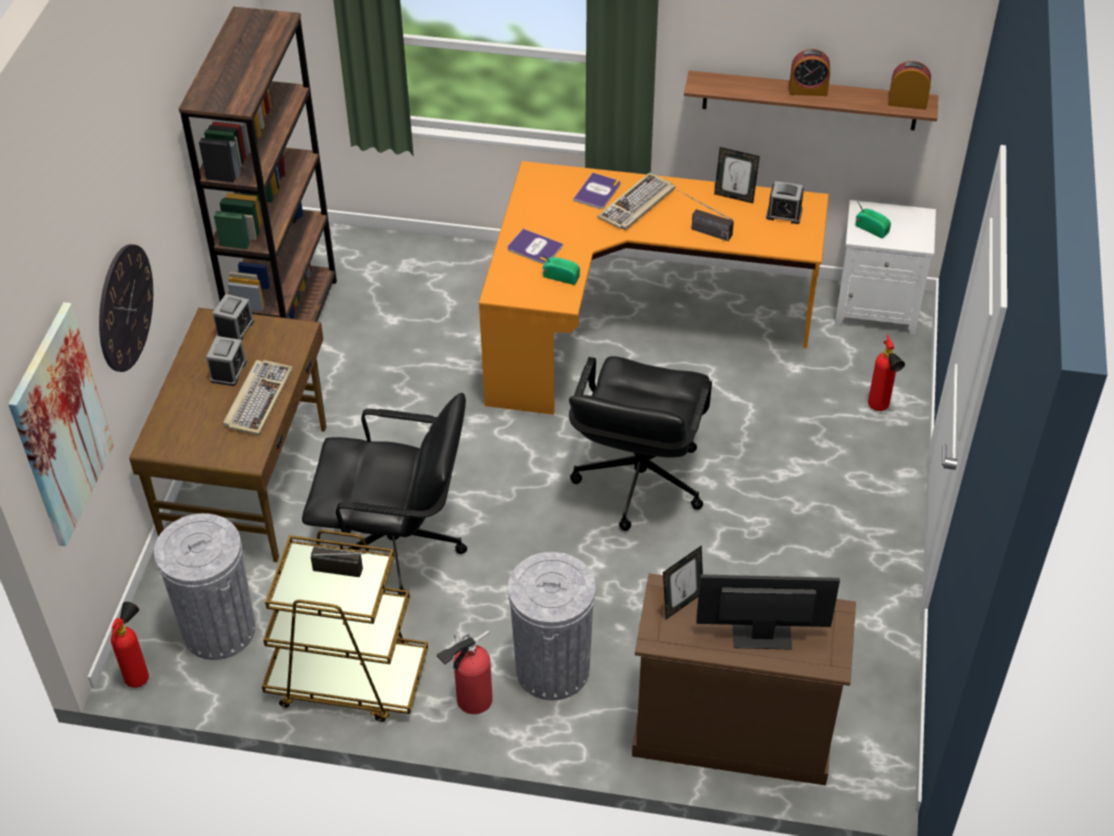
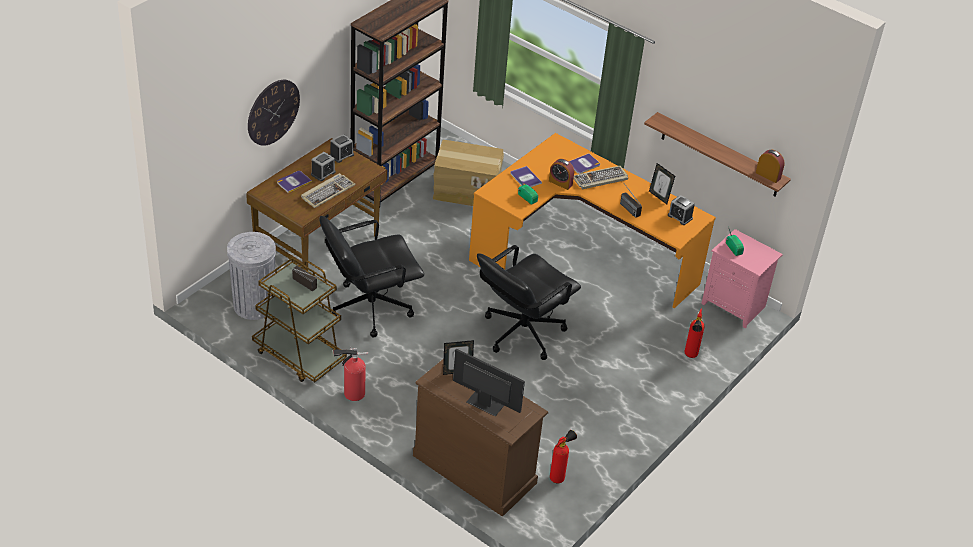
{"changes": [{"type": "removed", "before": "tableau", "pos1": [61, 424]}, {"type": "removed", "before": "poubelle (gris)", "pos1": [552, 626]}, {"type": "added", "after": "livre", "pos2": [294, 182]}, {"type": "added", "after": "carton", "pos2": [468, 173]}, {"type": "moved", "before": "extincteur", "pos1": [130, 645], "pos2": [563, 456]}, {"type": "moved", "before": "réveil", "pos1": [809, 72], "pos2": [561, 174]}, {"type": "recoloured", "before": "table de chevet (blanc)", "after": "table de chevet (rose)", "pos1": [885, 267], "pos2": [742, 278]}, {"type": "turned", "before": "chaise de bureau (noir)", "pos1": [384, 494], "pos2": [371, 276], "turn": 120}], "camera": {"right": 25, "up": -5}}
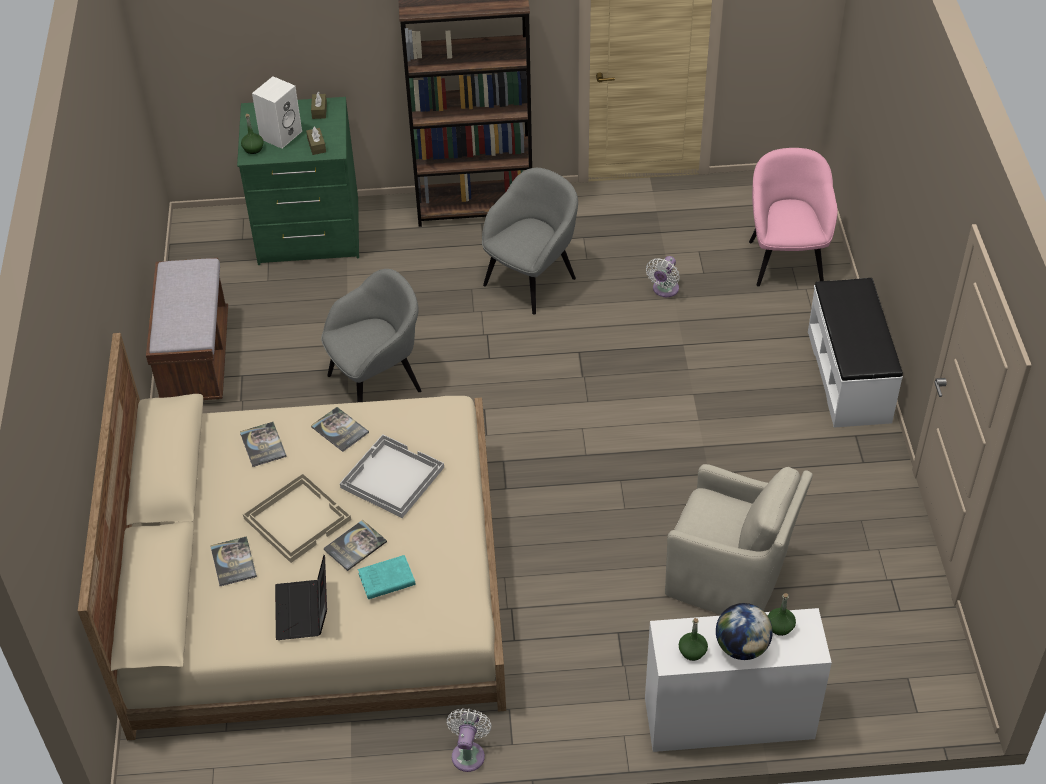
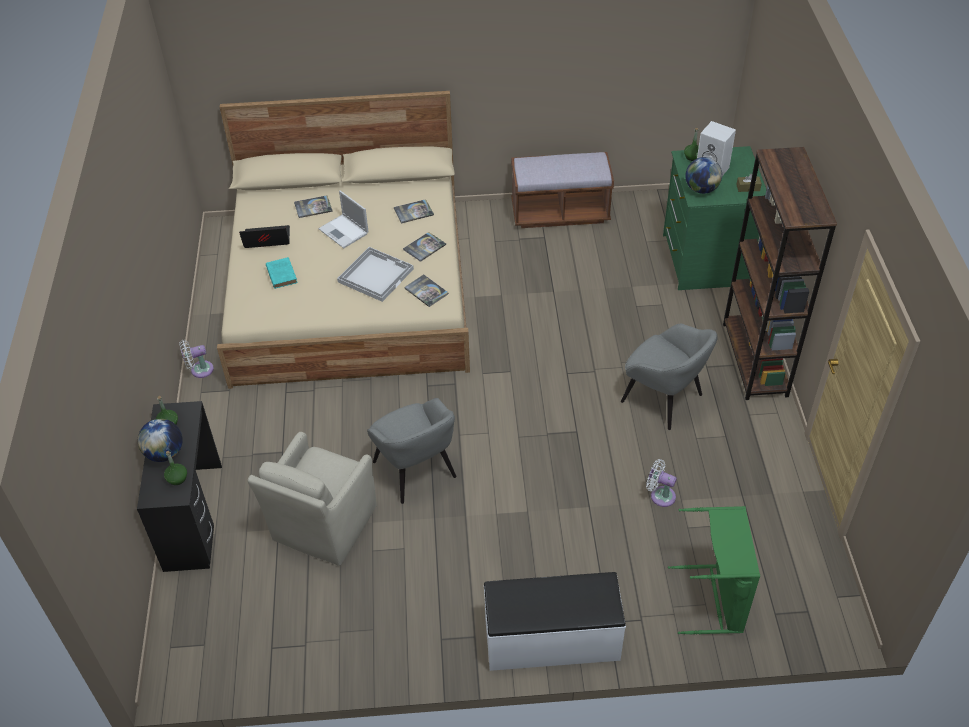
{"changes": [{"type": "moved", "before": "fauteuil (gris)", "pos1": [371, 335], "pos2": [411, 451]}, {"type": "moved", "before": "livre", "pos1": [355, 545], "pos2": [426, 290]}, {"type": "replaced", "before": "plateau (beige)", "after": "ordinateur portable", "pos1": [297, 518], "pos2": [343, 219]}, {"type": "replaced", "before": "boîte à mouchoirs (marron)", "after": "globe", "pos1": [316, 141], "pos2": [703, 175]}, {"type": "replaced", "before": "fauteuil (rose)", "after": "panier à linge (vert)", "pos1": [793, 217], "pos2": [714, 570]}, {"type": "recoloured", "before": "bureau (blanc)", "after": "bureau (noir)", "pos1": [738, 680], "pos2": [179, 486]}, {"type": "turned", "before": "ventilateur (blanc)", "pos1": [469, 740], "pos2": [196, 359], "turn": 150}], "camera": {"right": 90, "up": 0}}
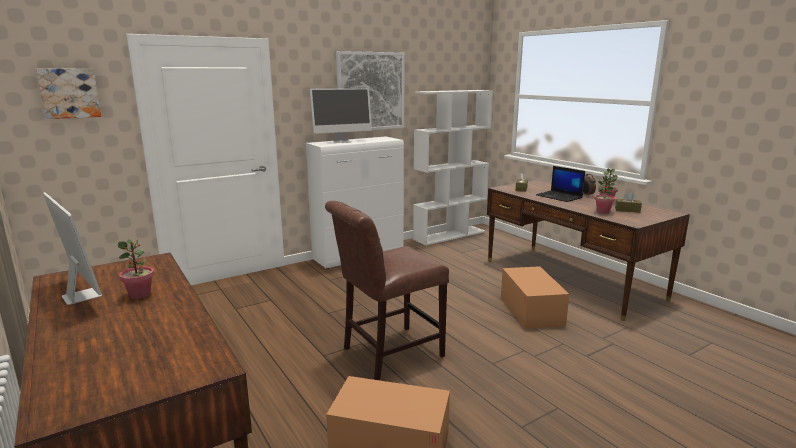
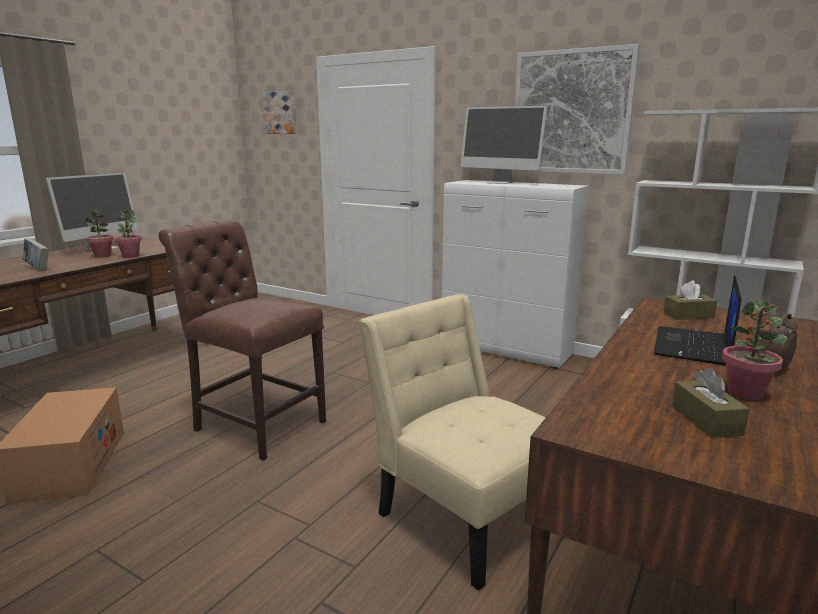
{"changes": [{"type": "added", "after": "livre", "pos2": [36, 254]}, {"type": "moved", "before": "plante en pot", "pos1": [605, 194], "pos2": [128, 234]}, {"type": "replaced", "before": "carton", "after": "chaise (beige)", "pos1": [535, 297], "pos2": [452, 442]}], "camera": {"right": 65, "up": 0}}
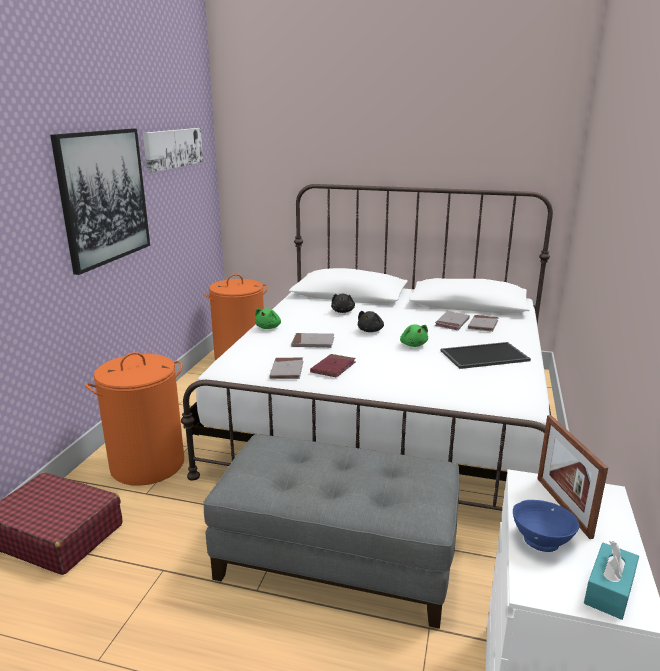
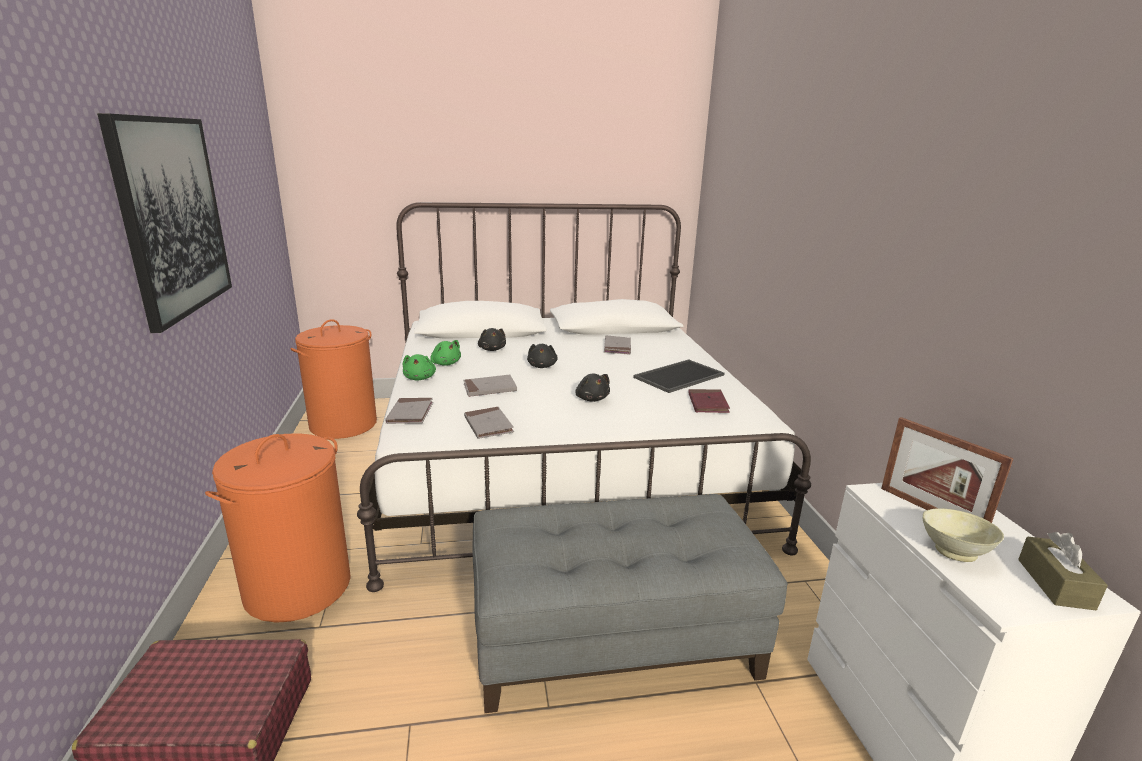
{"changes": [{"type": "removed", "before": "tableau", "pos1": [173, 150]}, {"type": "added", "after": "peluche (noir)", "pos2": [592, 388]}, {"type": "moved", "before": "livre (rouge)", "pos1": [333, 365], "pos2": [709, 401]}, {"type": "moved", "before": "peluche (vert)", "pos1": [414, 335], "pos2": [445, 353]}, {"type": "moved", "before": "livre (gris)", "pos1": [483, 323], "pos2": [409, 411]}, {"type": "recoloured", "before": "bol (bleu)", "after": "bol (beige)", "pos1": [546, 526], "pos2": [963, 535]}, {"type": "recoloured", "before": "boîte à mouchoirs (turquoise)", "after": "boîte à mouchoirs (marron)", "pos1": [611, 580], "pos2": [1063, 571]}], "camera": {"right": -25, "up": 0}}
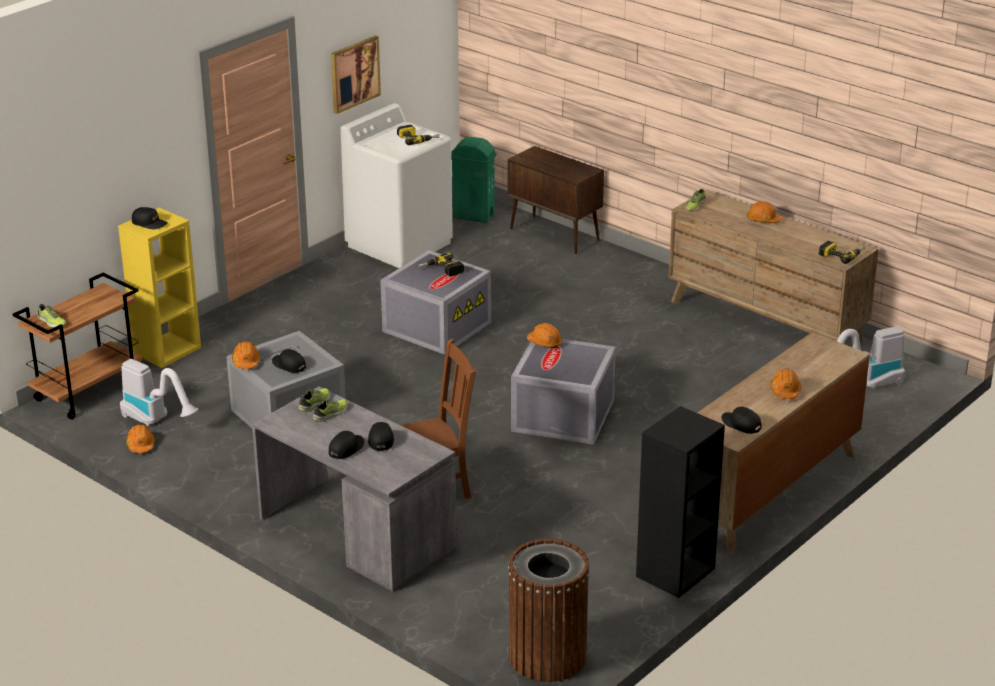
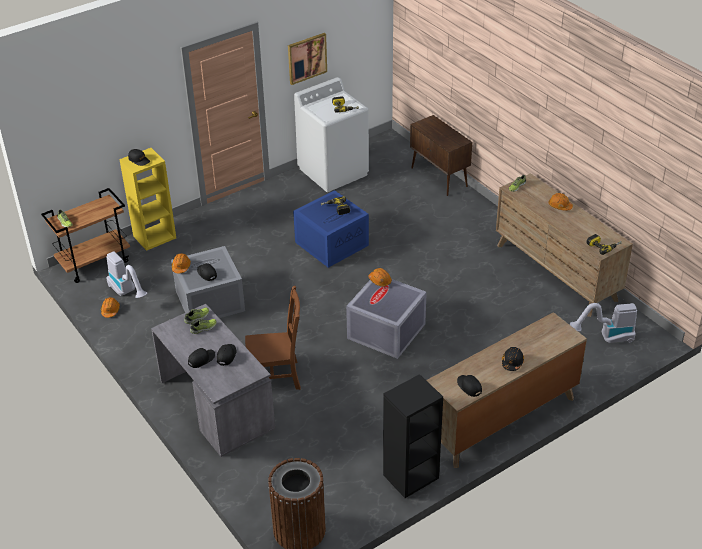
{"changes": [{"type": "removed", "before": "poubelle (vert)", "pos1": [473, 180]}, {"type": "recoloured", "before": "boîte de rangement (gris)", "after": "boîte de rangement (bleu)", "pos1": [435, 302], "pos2": [331, 229]}, {"type": "recoloured", "before": "casque de chantier (orange)", "after": "casque de chantier (noir)", "pos1": [785, 383], "pos2": [513, 359]}], "camera": {"right": 15, "up": 10}}
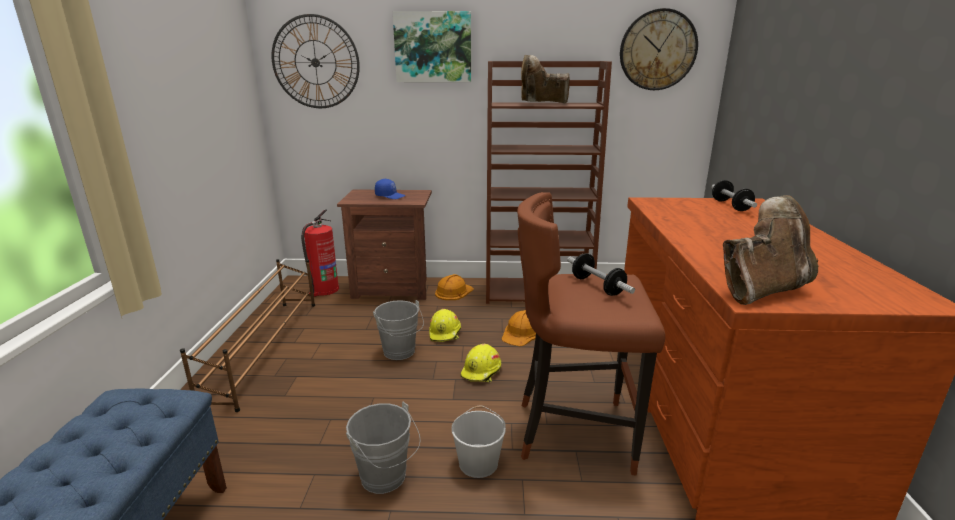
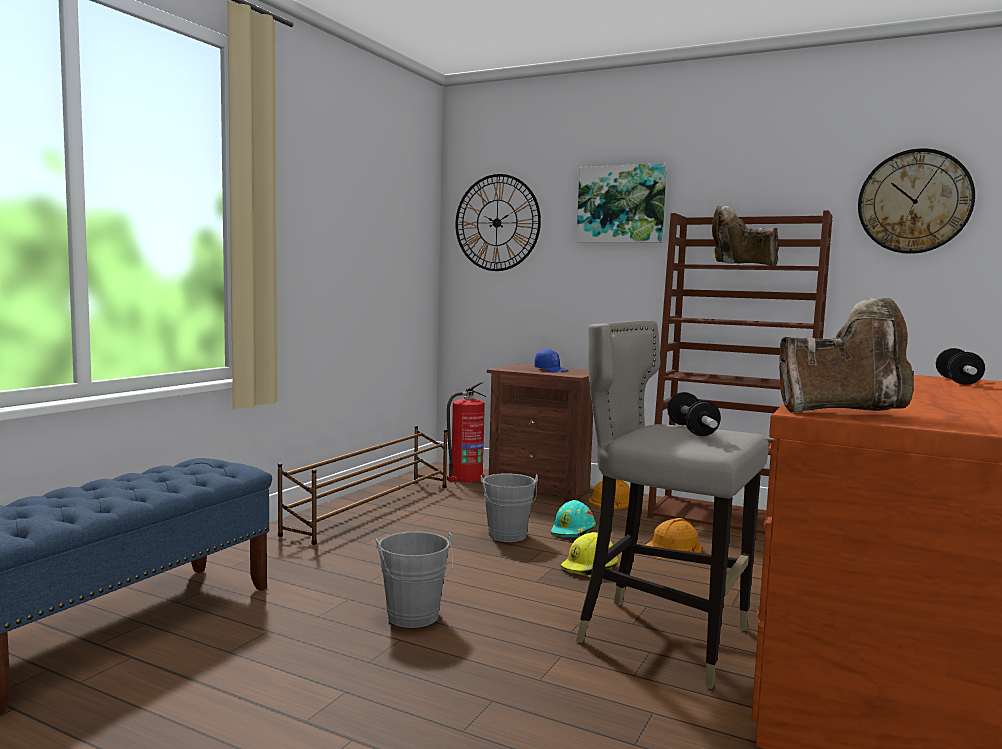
{"changes": [{"type": "removed", "before": "seau (blanc)", "pos1": [478, 441]}, {"type": "recoloured", "before": "casque de chantier (jaune)", "after": "casque de chantier (turquoise)", "pos1": [445, 325], "pos2": [573, 519]}, {"type": "recoloured", "before": "tabouret (marron)", "after": "tabouret (gris)", "pos1": [591, 333], "pos2": [672, 504]}], "camera": {"right": 25, "up": -15}}
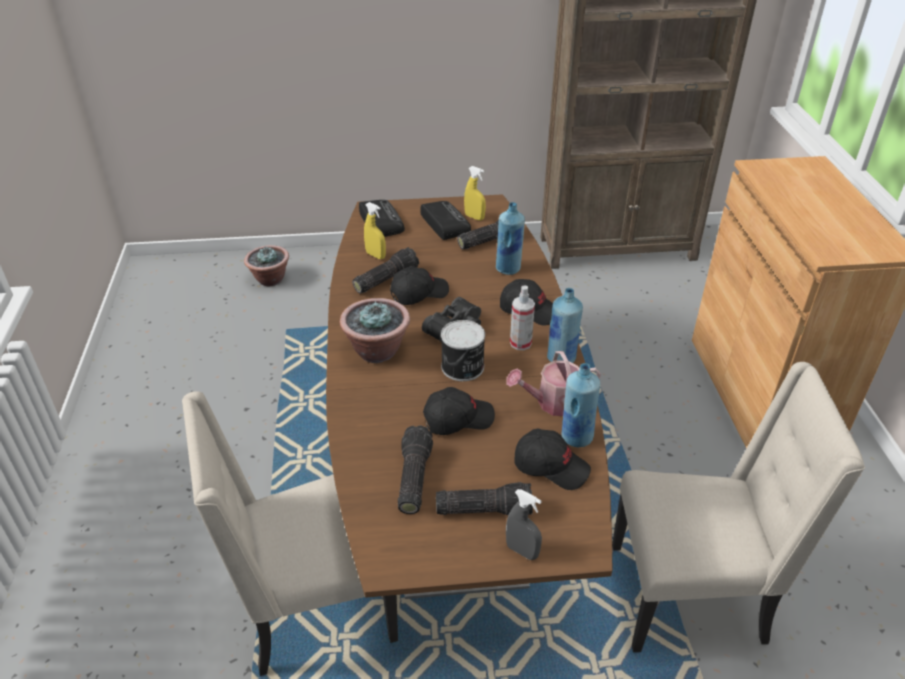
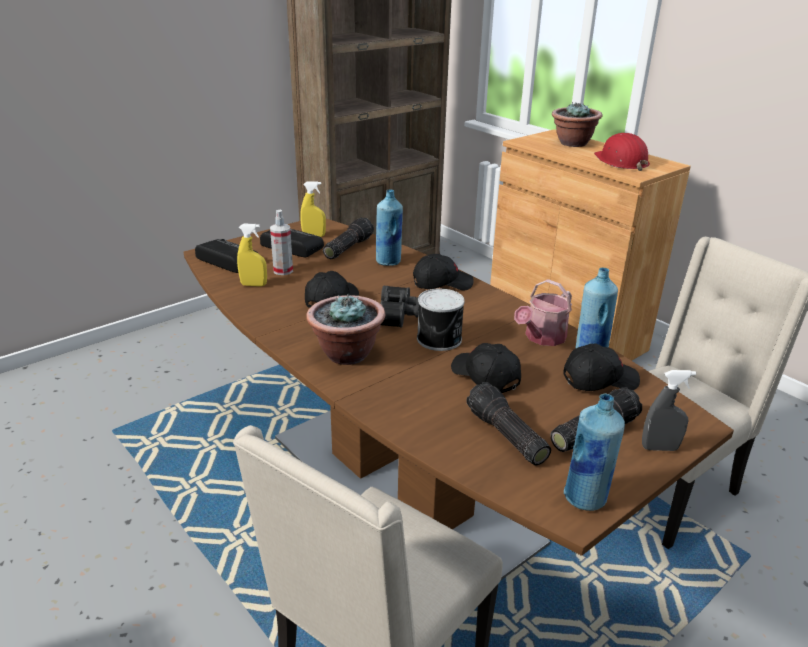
{"changes": [{"type": "removed", "before": "lampe de poche", "pos1": [385, 270]}, {"type": "added", "after": "casque de chantier (rouge)", "pos2": [622, 152]}, {"type": "moved", "before": "plante en pot", "pos1": [266, 265], "pos2": [577, 124]}, {"type": "moved", "before": "vaporisateur", "pos1": [522, 318], "pos2": [281, 242]}, {"type": "moved", "before": "bouteille (bleu)", "pos1": [565, 325], "pos2": [594, 452]}, {"type": "turned", "before": "casquette (noir)", "pos1": [459, 411], "pos2": [486, 368], "turn": -75}], "camera": {"right": -35, "up": -10}}
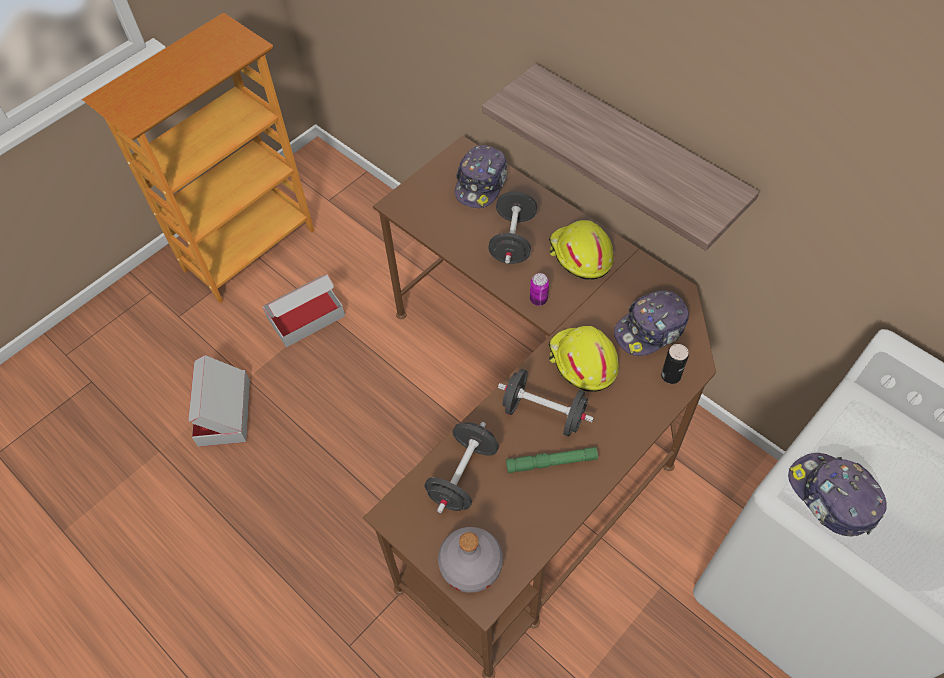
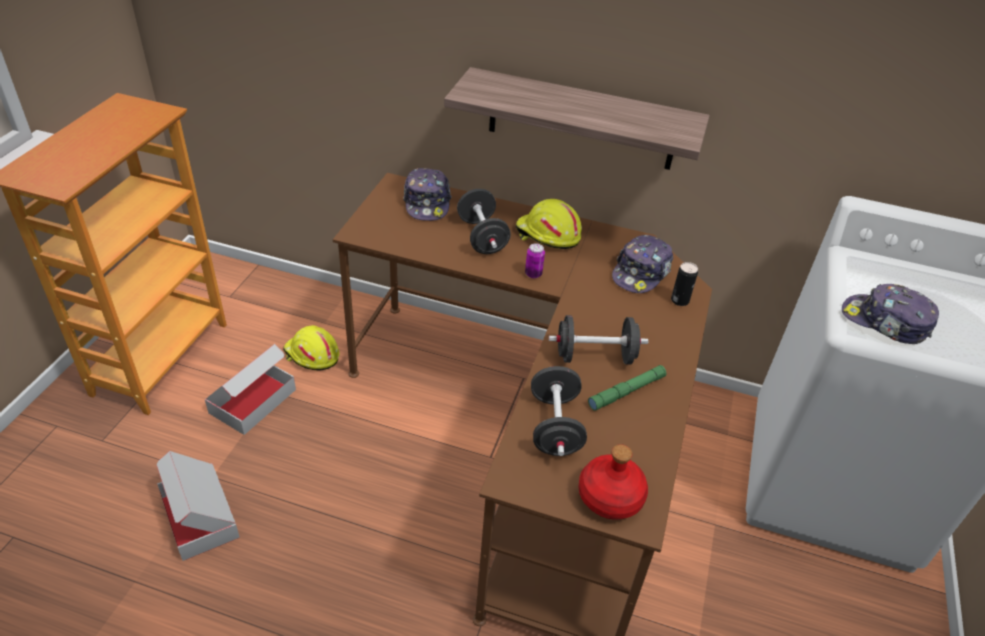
{"changes": [{"type": "moved", "before": "casque de chantier (jaune)", "pos1": [583, 359], "pos2": [311, 348]}, {"type": "recoloured", "before": "bouteille (gris)", "after": "bouteille (rouge)", "pos1": [470, 560], "pos2": [613, 481]}], "camera": {"right": -30, "up": -15}}
